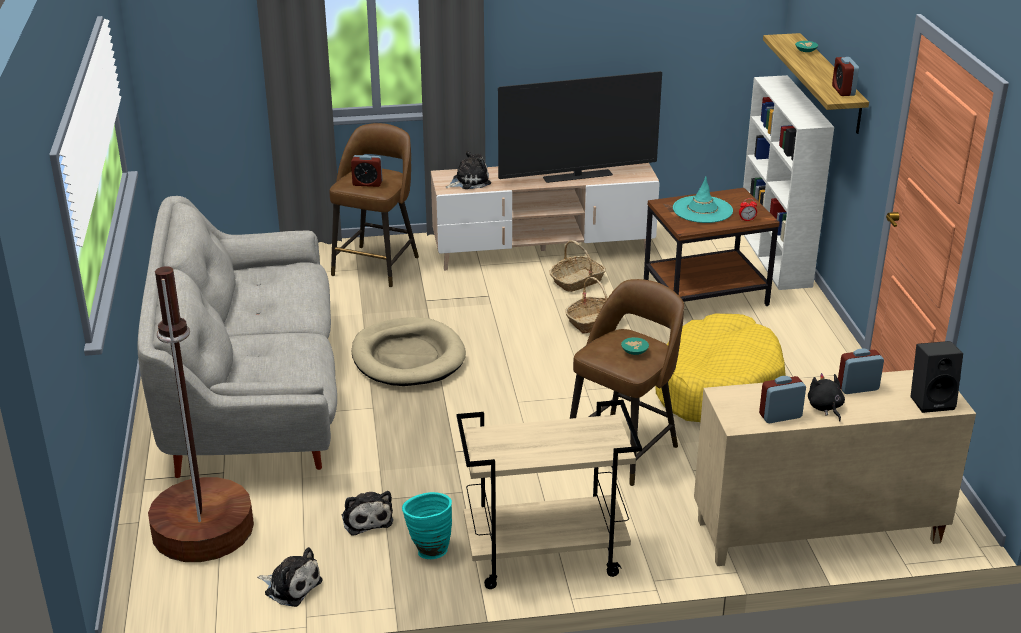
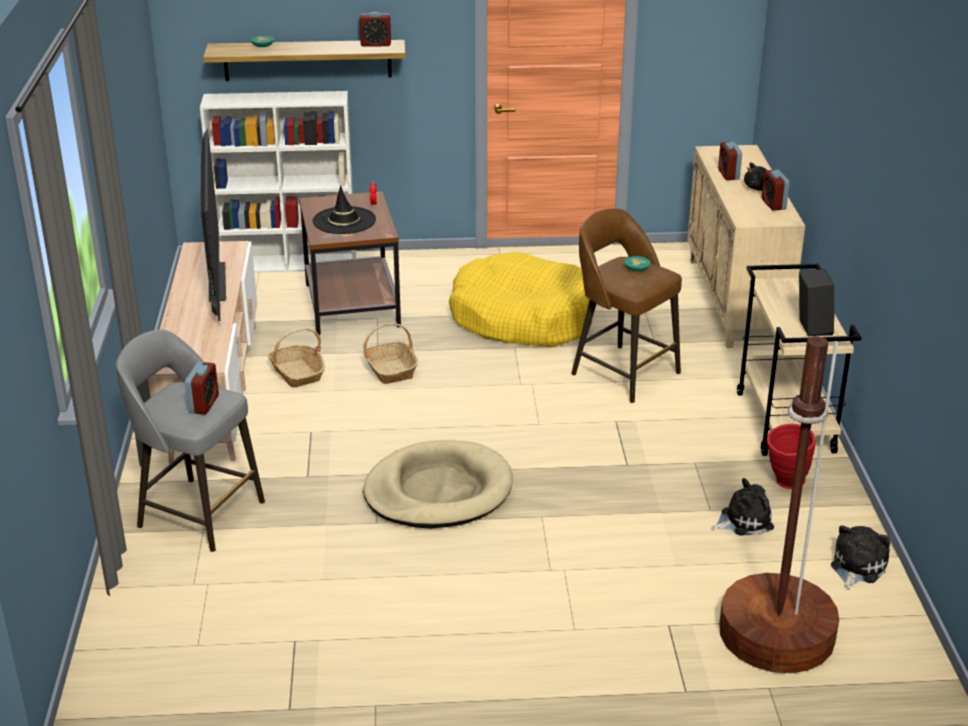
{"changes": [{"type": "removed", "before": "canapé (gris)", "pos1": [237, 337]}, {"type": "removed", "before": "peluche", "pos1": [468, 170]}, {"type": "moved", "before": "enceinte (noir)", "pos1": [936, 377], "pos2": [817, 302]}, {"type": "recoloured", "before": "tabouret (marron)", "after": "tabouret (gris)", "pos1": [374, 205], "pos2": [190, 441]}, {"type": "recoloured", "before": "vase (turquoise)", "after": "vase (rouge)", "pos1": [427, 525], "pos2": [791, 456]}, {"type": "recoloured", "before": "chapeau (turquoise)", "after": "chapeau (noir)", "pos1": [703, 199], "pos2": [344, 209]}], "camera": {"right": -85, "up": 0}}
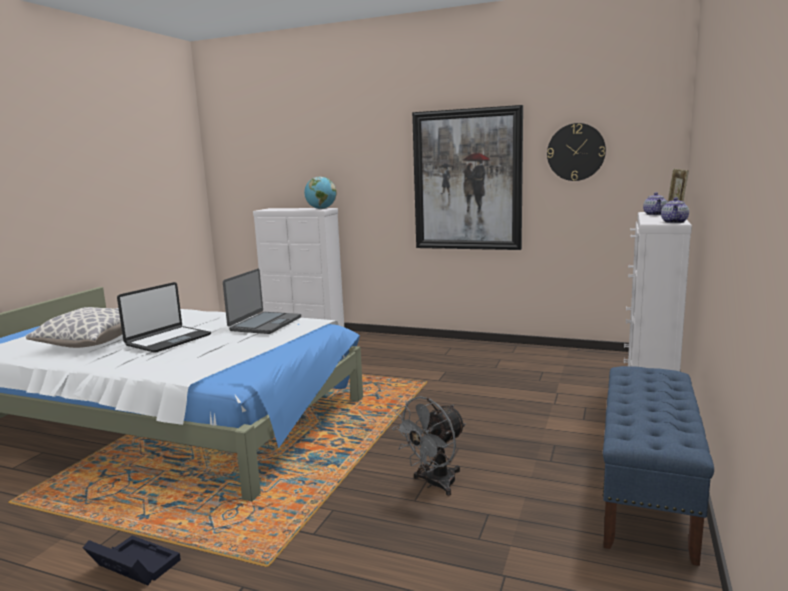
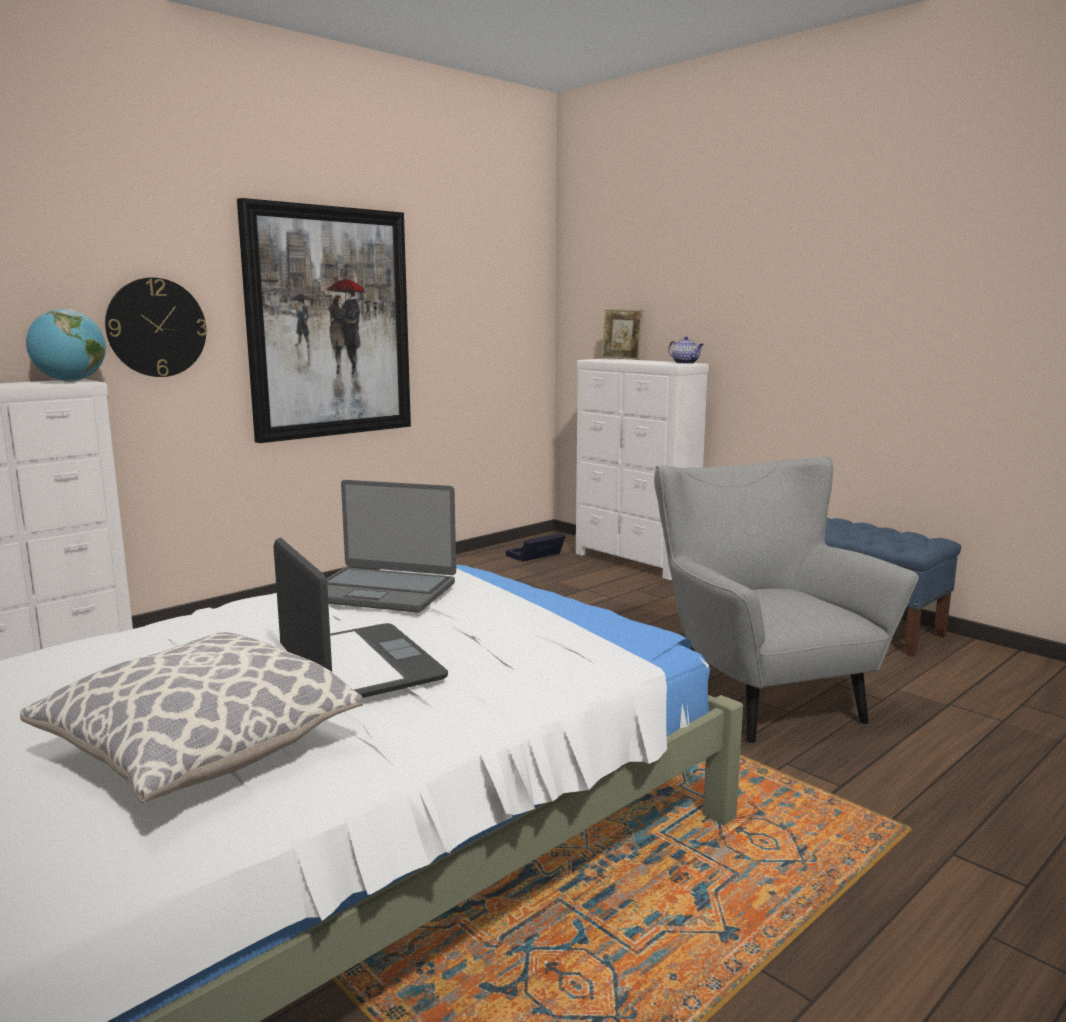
{"changes": [{"type": "removed", "before": "théière", "pos1": [655, 203]}, {"type": "moved", "before": "boîte de rangement (noir)", "pos1": [132, 560], "pos2": [536, 547]}, {"type": "moved", "before": "horloge murale", "pos1": [576, 152], "pos2": [156, 327]}, {"type": "replaced", "before": "ventilateur (gris)", "after": "fauteuil (gris)", "pos1": [429, 446], "pos2": [786, 600]}, {"type": "turned", "before": "ordinateur portable", "pos1": [262, 301], "pos2": [391, 546], "turn": 150}], "camera": {"right": -65, "up": 0}}
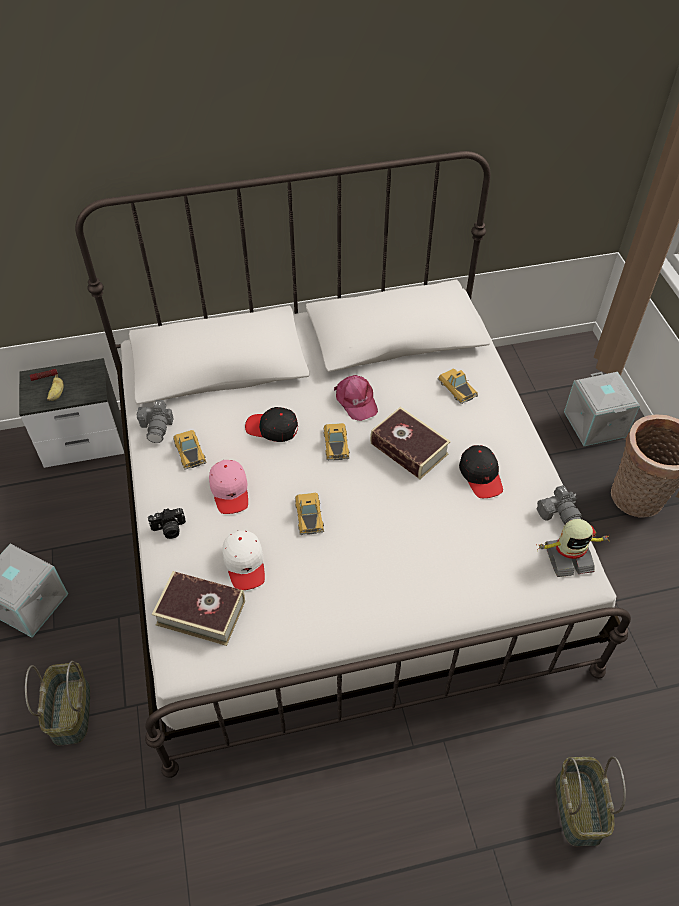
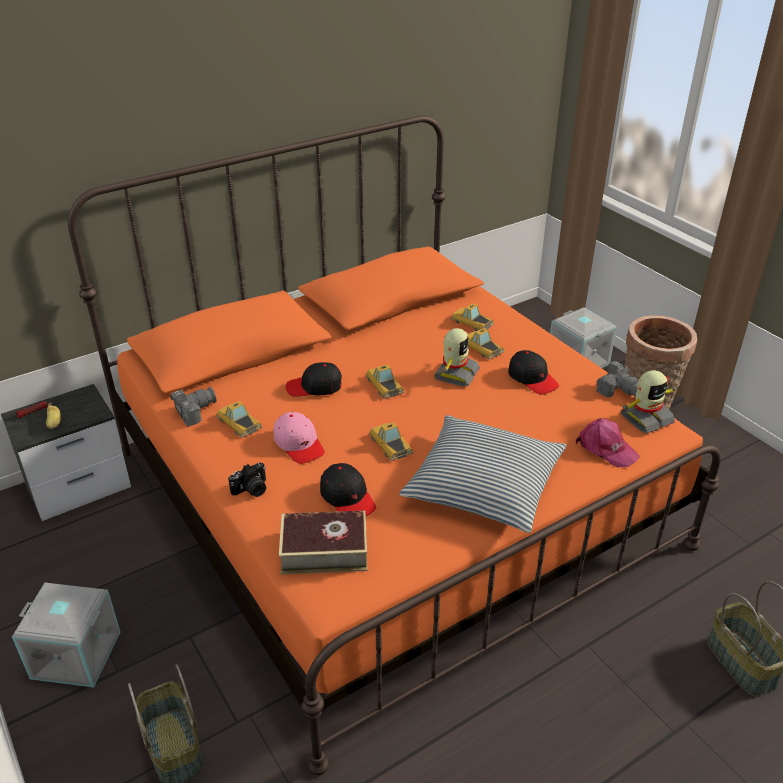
{"changes": [{"type": "added", "after": "coussin", "pos2": [483, 474]}, {"type": "added", "after": "petite voiture", "pos2": [486, 343]}, {"type": "moved", "before": "casquette (rose)", "pos1": [356, 398], "pos2": [608, 443]}, {"type": "replaced", "before": "livre", "after": "robot jouet", "pos1": [410, 443], "pos2": [457, 357]}, {"type": "recoloured", "before": "lit (blanc)", "after": "lit (orange)", "pos1": [353, 464], "pos2": [394, 445]}, {"type": "recoloured", "before": "casquette (blanc)", "after": "casquette (noir)", "pos1": [243, 560], "pos2": [348, 489]}, {"type": "turned", "before": "appareil photo", "pos1": [155, 421], "pos2": [193, 407], "turn": -105}], "camera": {"right": -20, "up": -15}}
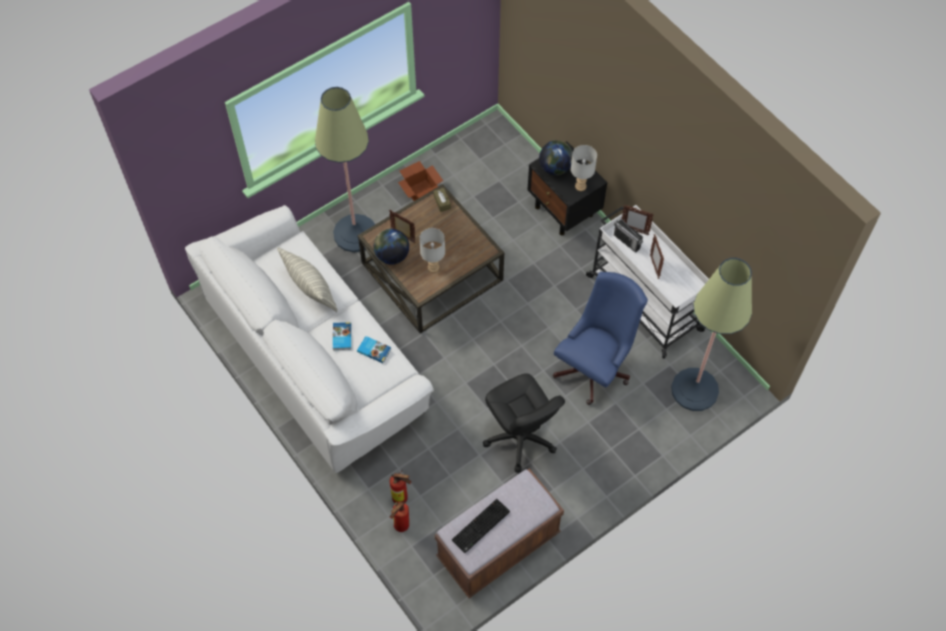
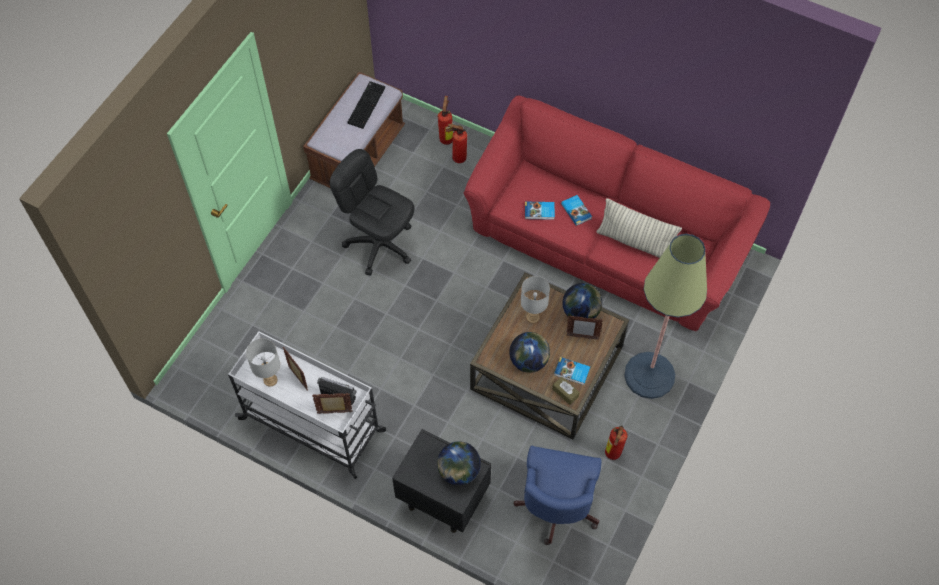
{"changes": [{"type": "removed", "before": "lampadaire", "pos1": [711, 334]}, {"type": "added", "after": "globe", "pos2": [529, 352]}, {"type": "added", "after": "livre", "pos2": [572, 371]}, {"type": "moved", "before": "chaise de bureau (bleu)", "pos1": [600, 338], "pos2": [557, 495]}, {"type": "moved", "before": "lampe de table (gris)", "pos1": [584, 168], "pos2": [263, 362]}, {"type": "replaced", "before": "carton", "after": "extincteur", "pos1": [420, 181], "pos2": [616, 442]}, {"type": "recoloured", "before": "canapé (blanc)", "after": "canapé (rouge)", "pos1": [309, 339], "pos2": [617, 213]}], "camera": {"right": 155, "up": 0}}
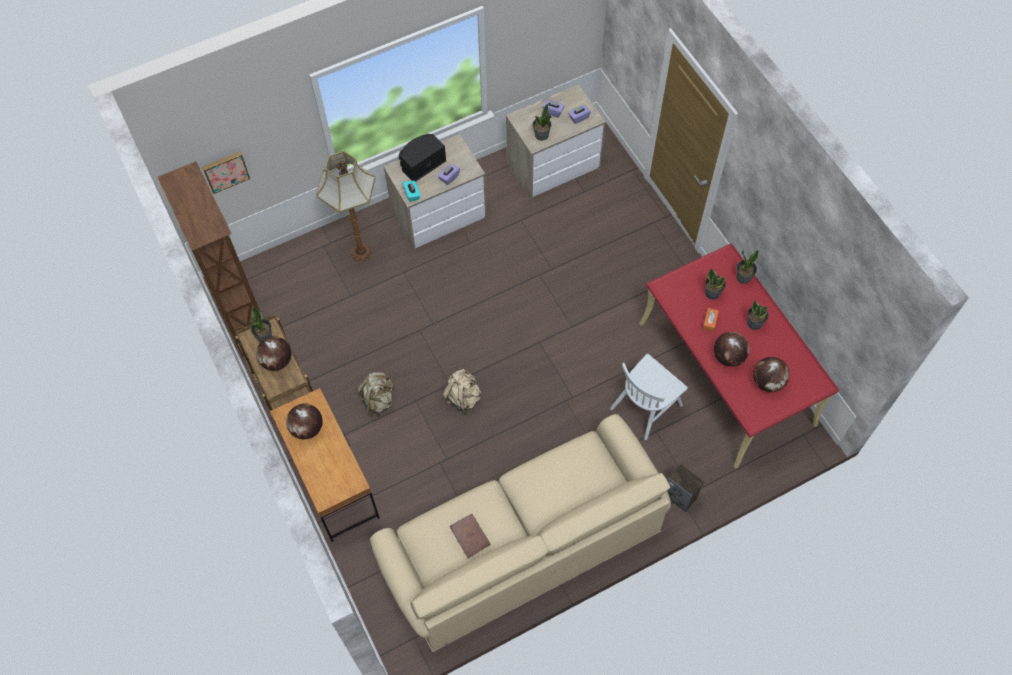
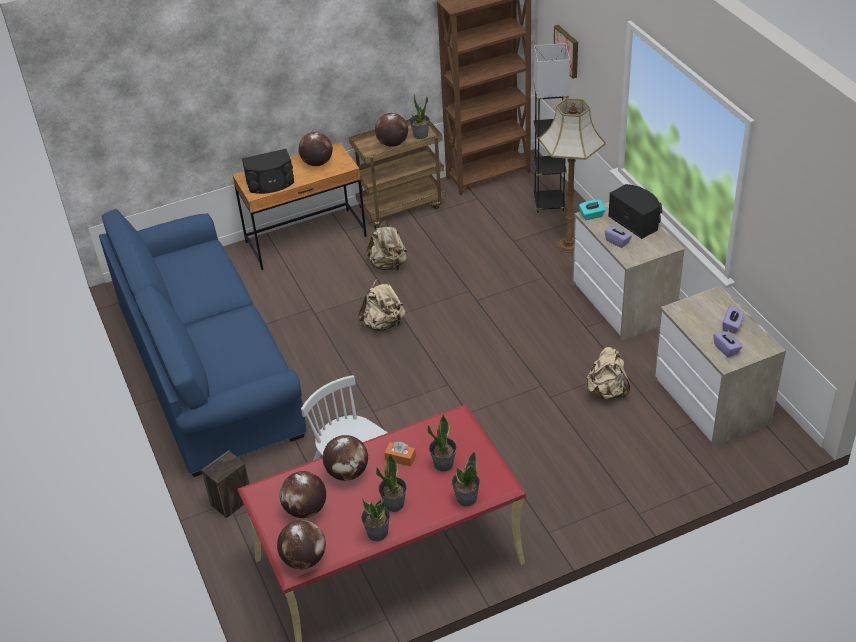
{"changes": [{"type": "removed", "before": "livre (marron)", "pos1": [470, 536]}, {"type": "added", "after": "enceinte (noir)", "pos2": [268, 171]}, {"type": "added", "after": "globe", "pos2": [301, 545]}, {"type": "added", "after": "lampadaire (gris)", "pos2": [551, 128]}, {"type": "added", "after": "sac à dos (beige)", "pos2": [608, 373]}, {"type": "moved", "before": "plante en pot", "pos1": [541, 122], "pos2": [375, 520]}, {"type": "recoloured", "before": "canapé (beige)", "after": "canapé (bleu)", "pos1": [520, 533], "pos2": [203, 343]}], "camera": {"right": 95, "up": -20}}
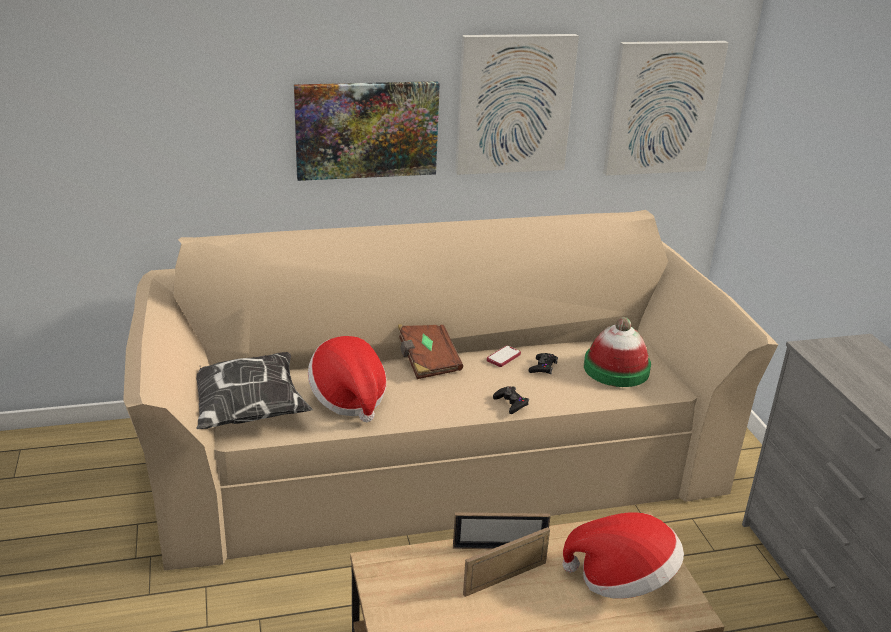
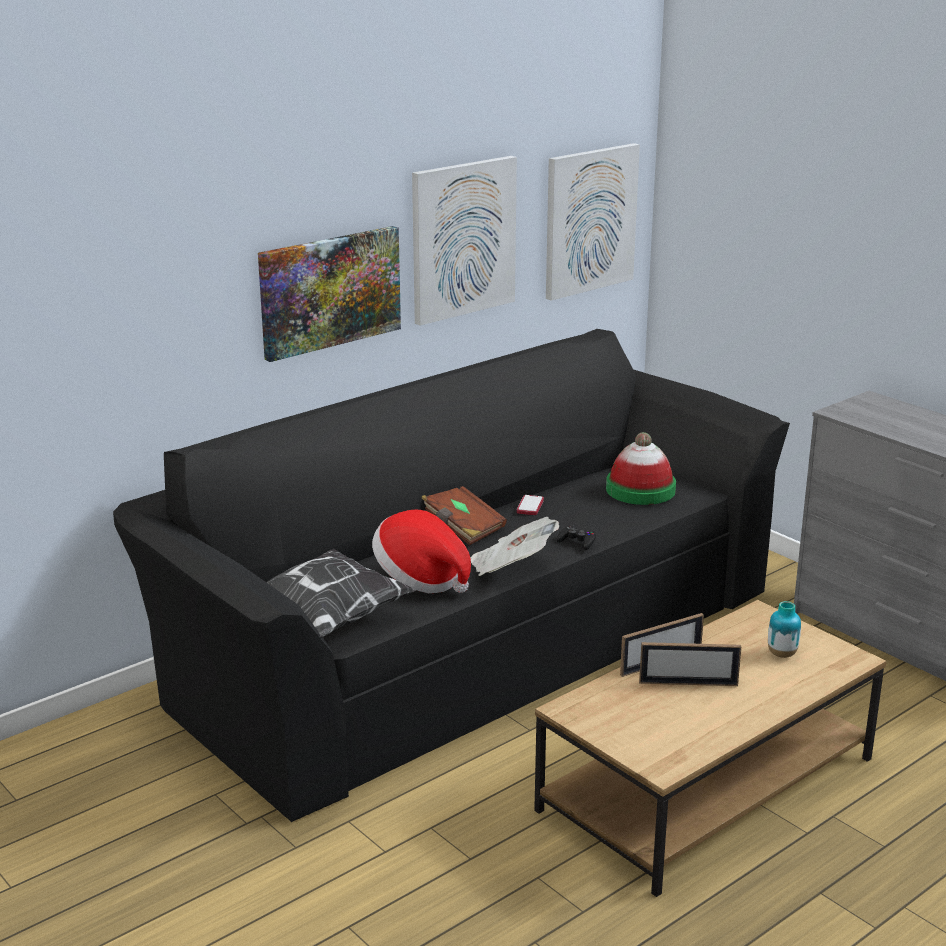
{"changes": [{"type": "removed", "before": "manette (noir)", "pos1": [543, 363]}, {"type": "added", "after": "journal", "pos2": [515, 546]}, {"type": "replaced", "before": "chapeau", "after": "vase", "pos1": [623, 555], "pos2": [784, 629]}, {"type": "recoloured", "before": "canapé (beige)", "after": "canapé (noir)", "pos1": [450, 390], "pos2": [451, 575]}, {"type": "turned", "before": "cadre photo", "pos1": [506, 562], "pos2": [690, 664], "turn": -120}], "camera": {"right": -25, "up": -5}}
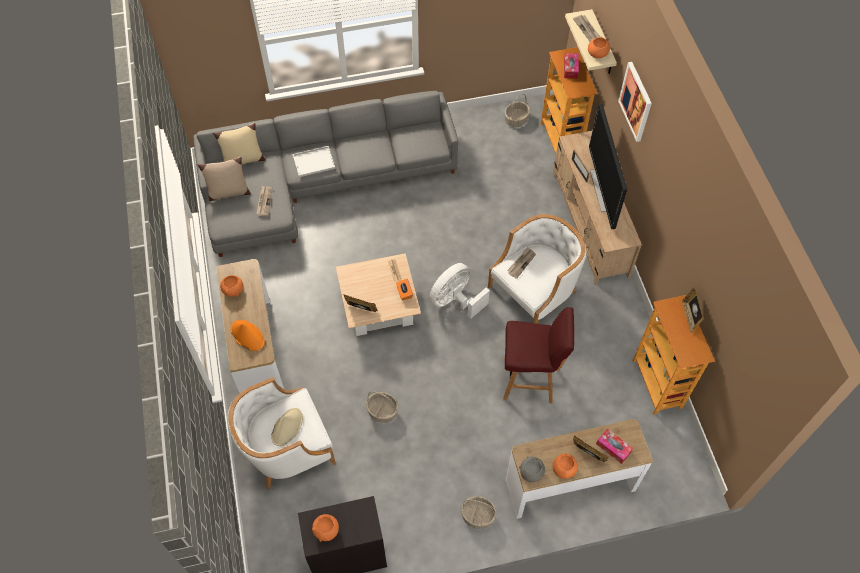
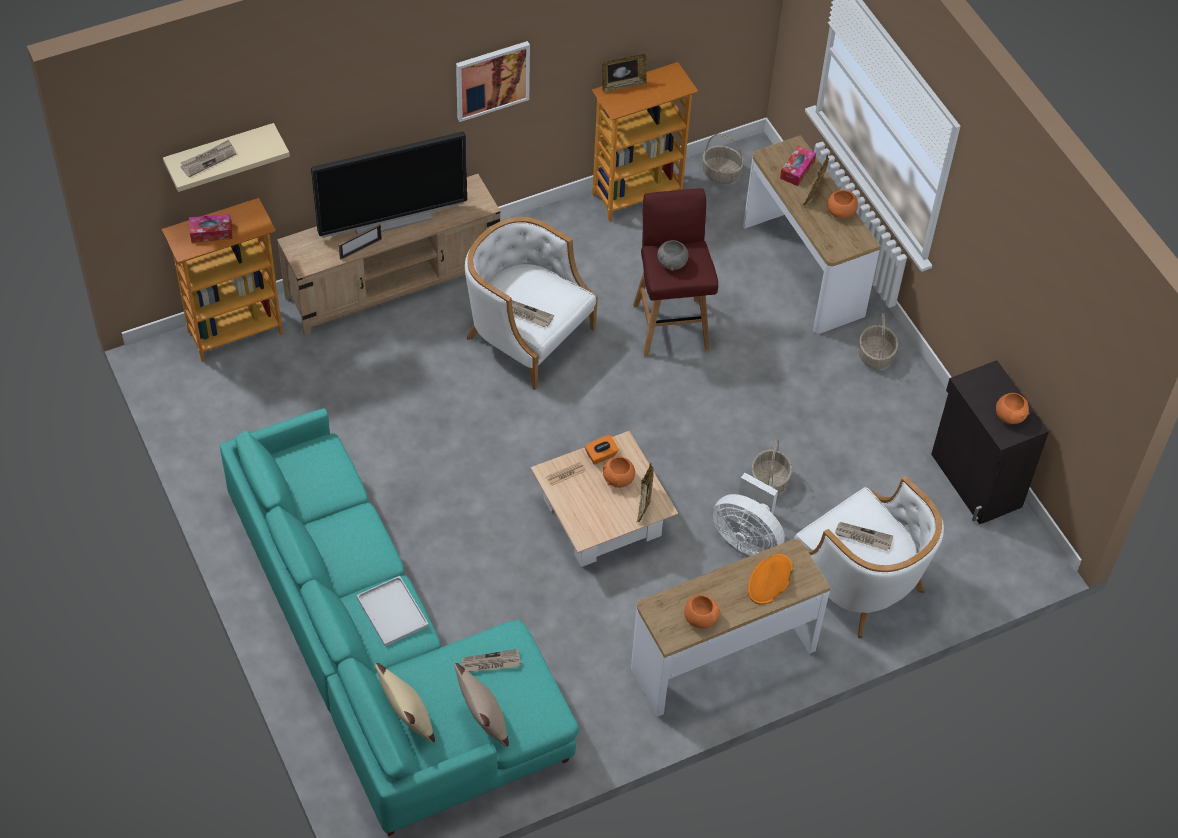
{"changes": [{"type": "moved", "before": "ventilateur (blanc)", "pos1": [459, 291], "pos2": [748, 514]}, {"type": "moved", "before": "panier", "pos1": [517, 110], "pos2": [723, 159]}, {"type": "moved", "before": "bol (gris)", "pos1": [532, 469], "pos2": [673, 255]}, {"type": "moved", "before": "bol (orange)", "pos1": [599, 47], "pos2": [619, 472]}, {"type": "moved", "before": "tableau", "pos1": [635, 102], "pos2": [493, 81]}, {"type": "replaced", "before": "chapeau (beige)", "after": "journal", "pos1": [287, 427], "pos2": [864, 536]}, {"type": "recoloured", "before": "canapé (gris)", "after": "canapé (turquoise)", "pos1": [326, 174], "pos2": [399, 622]}], "camera": {"right": -105, "up": -5}}
